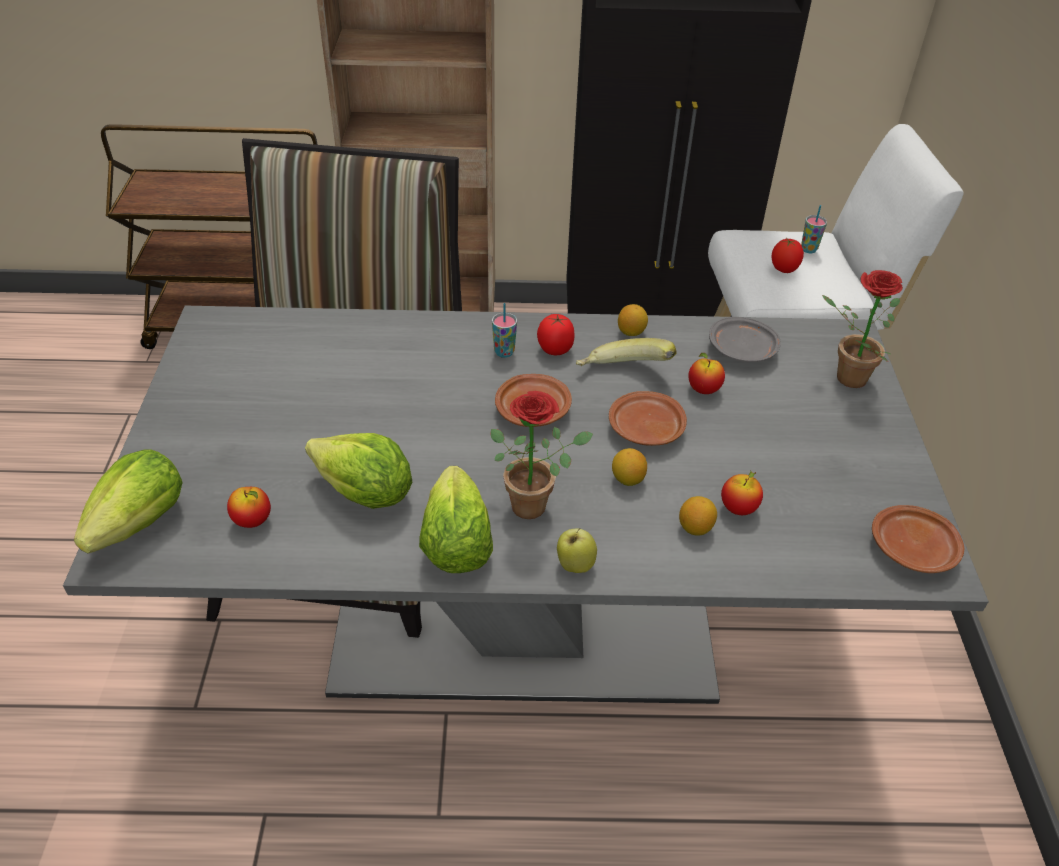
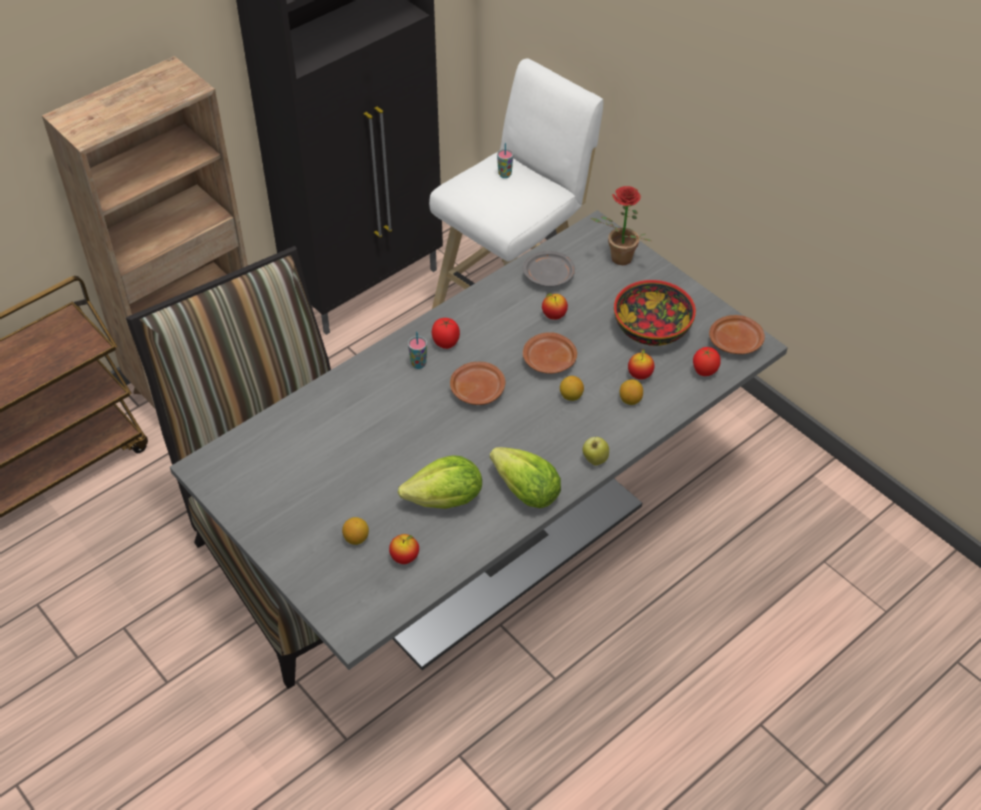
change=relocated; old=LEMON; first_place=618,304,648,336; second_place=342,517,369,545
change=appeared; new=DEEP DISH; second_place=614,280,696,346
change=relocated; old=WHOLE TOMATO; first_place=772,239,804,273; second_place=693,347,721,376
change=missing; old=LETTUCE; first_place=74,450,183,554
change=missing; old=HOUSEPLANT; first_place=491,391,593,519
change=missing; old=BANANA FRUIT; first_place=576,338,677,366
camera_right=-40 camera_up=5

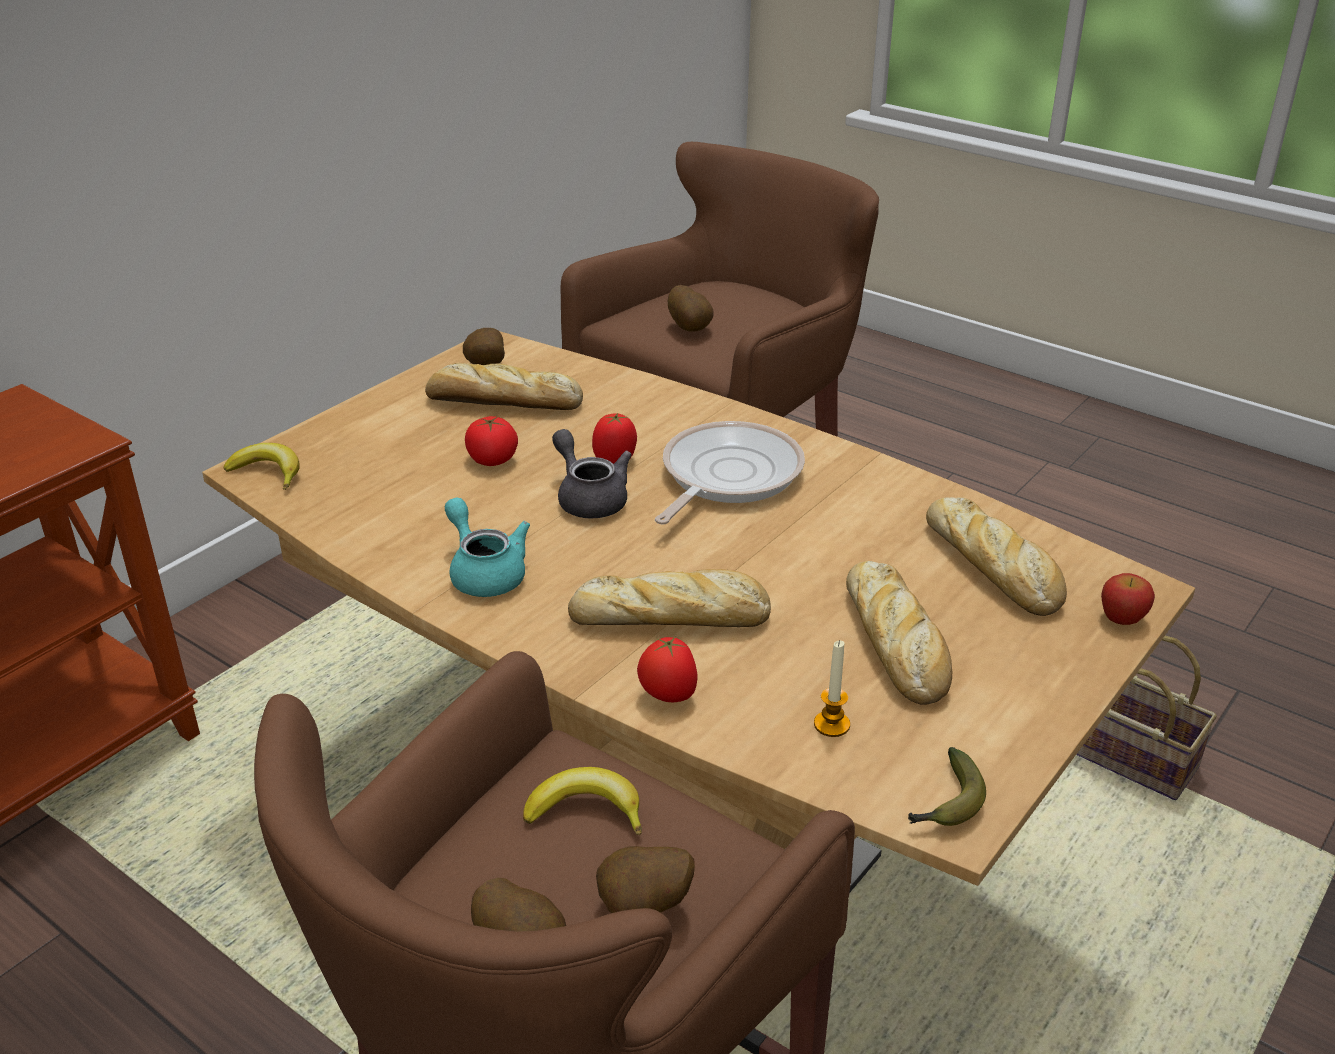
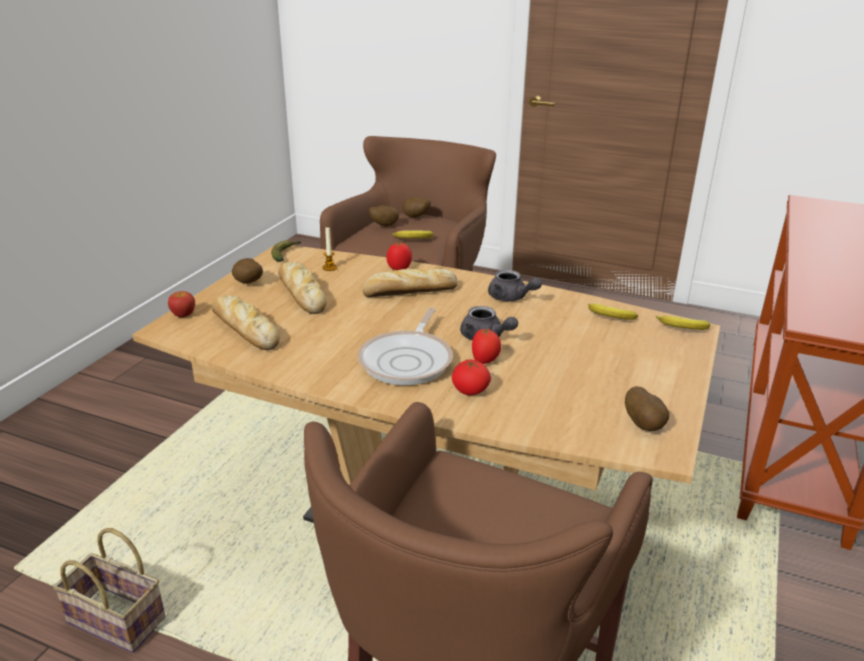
change=relocated; old=SPUD; first_place=668,285,713,331; second_place=232,258,263,284
change=relocated; old=WHOLE TOMATO; first_place=465,416,518,466; second_place=452,360,491,395
change=colour; old=TURQUOISE-COLOURED TEA POT; new=GRAY TEA POT; first_place=445,498,530,597; second_place=488,270,542,301
change=appeared; new=BANANA FRUIT; second_place=588,303,638,320
change=missing; old=BAKERY BREAD; first_place=425,363,583,410
camera_right=165 camera_up=-5

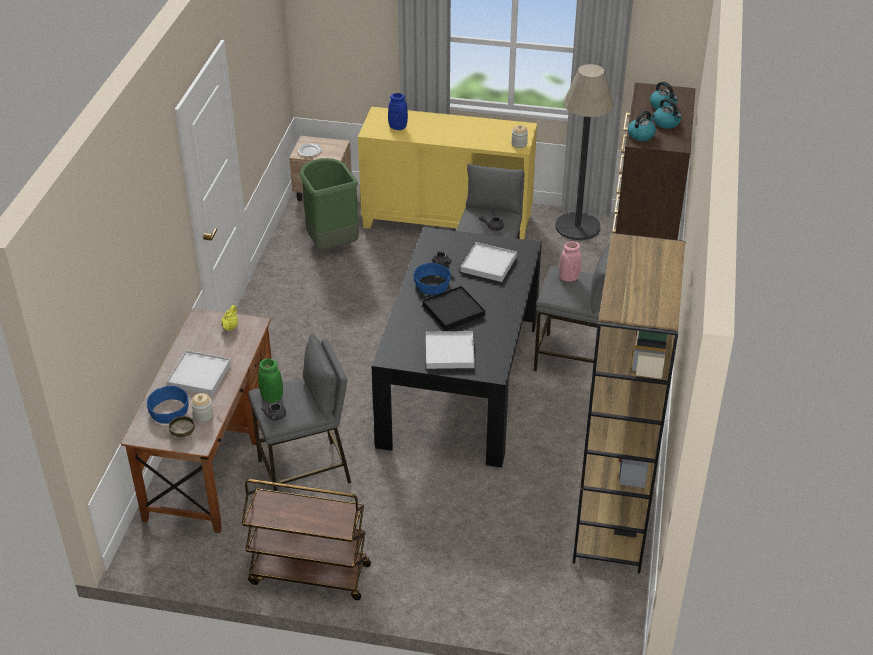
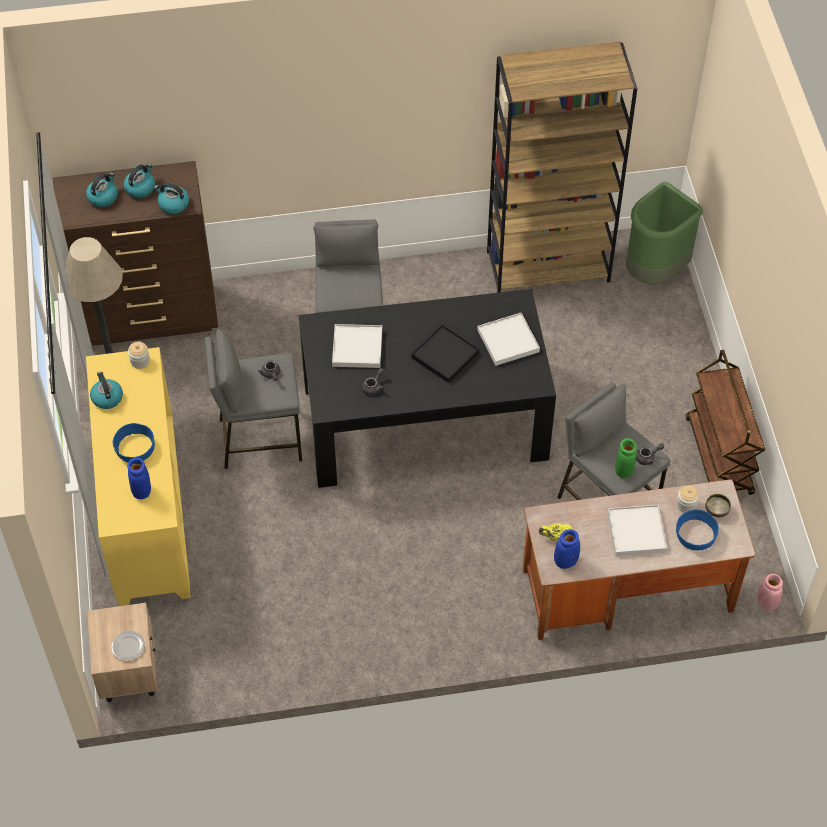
change=appeared; new=WATER KETTLE; second_place=90,371,123,409
change=relocated; old=BLUE DEEP DISH; first_place=414,263,451,295; second_place=113,423,155,462
change=appeared; new=BLUE FLOWER VASE; second_place=554,529,580,569
change=relocated; old=GREENISH WASTE BIN; first_place=300,158,359,250; second_place=626,182,703,285
change=relocated; old=PINK-COLOURED FLOWER VASE; first_place=559,241,581,282; second_place=757,573,783,611
camera_right=-110 camera_up=15

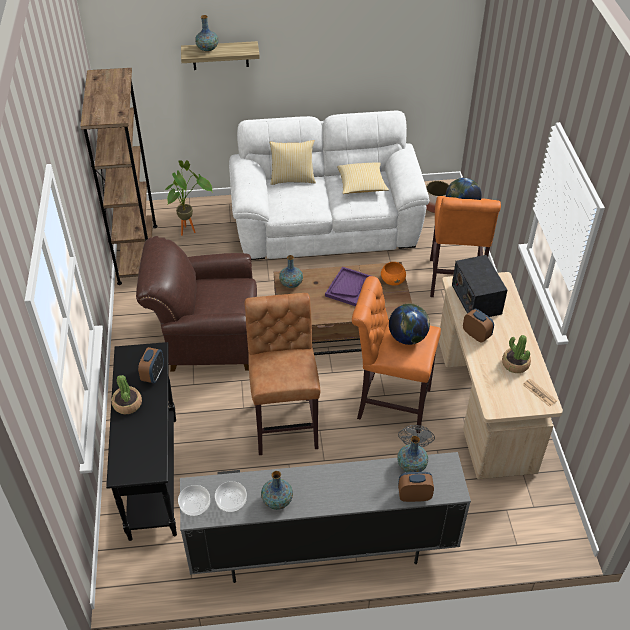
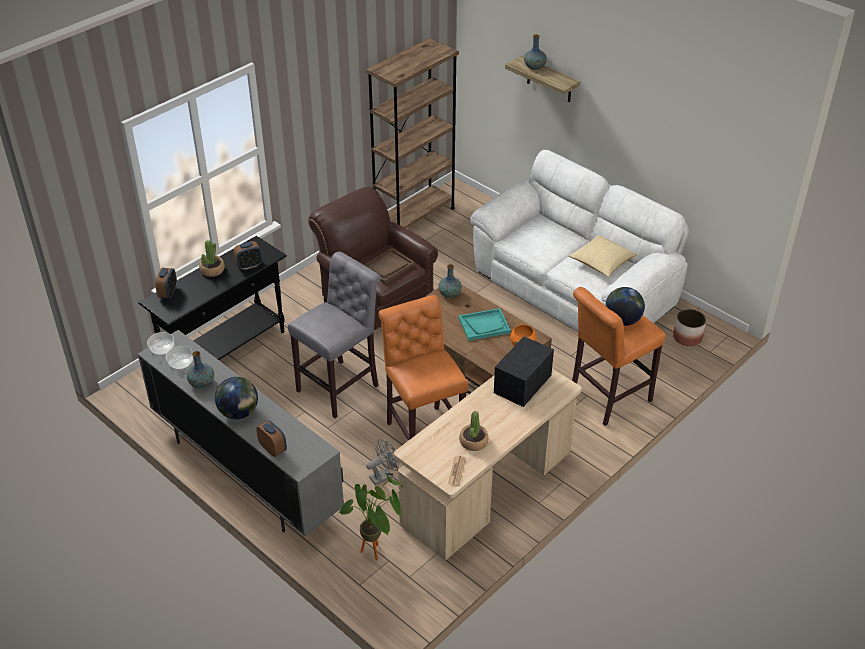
change=relocated; old=TABLE CLOCK; first_place=463,309,494,343; second_place=155,268,177,299
change=relocated; old=GLOBE; first_place=389,303,430,345; second_place=215,377,258,419
change=colour; old=BROWNISH STOOL; new=GRAY STOOL; first_place=244,293,320,455; second_place=288,252,381,418
change=relocated; old=HOUSEPLANT; first_place=165,160,213,236; second_place=338,473,403,560
change=appeared; new=BROWNISH CARRYING TRAY; second_place=365,248,415,284
change=colour; old=PURPLE-COLOURED CARRYING TRAY; new=TURQUOISE-COLOURED CARRYING TRAY; first_place=325,267,371,306; second_place=459,308,511,341
change=missing; old=CUSHION; first_place=269,140,316,185
change=missing; old=FLOWER VASE; first_place=397,436,428,472
camera_right=50 camera_up=-5

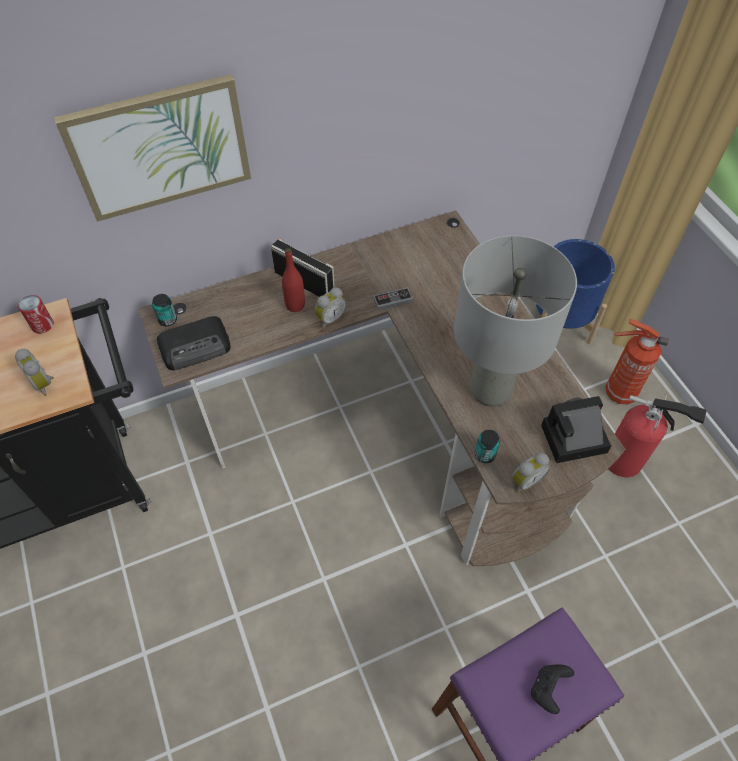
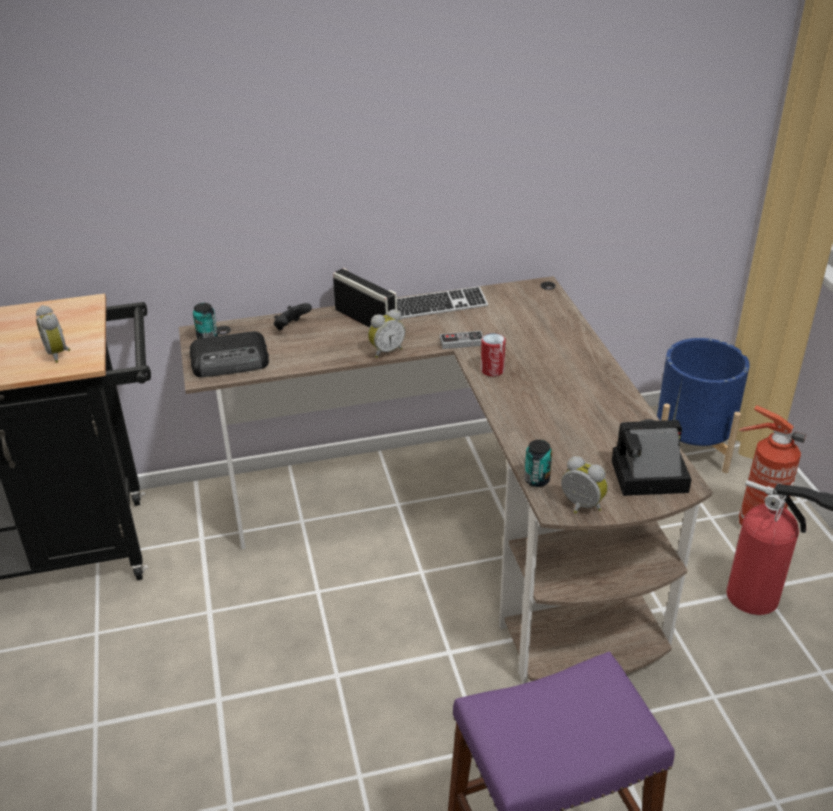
change=relocated; old=BLACK JOYPAD; first_place=531,665,574,714; second_place=274,303,312,330
change=appeared; new=KEYBOARD; second_place=397,286,488,319
change=relocated; old=METAL CAN; first_place=18,295,54,333; second_place=481,333,506,377
change=spun; old=TABLE CLOCK; first_place=512,453,550,493; second_place=561,456,608,514; degrees=-120
change=missing; old=WALL ART; first_place=54,74,251,222
change=missing; old=RED BEVERAGE BOTTLE; first_place=282,248,305,312
change=missing; old=GRAY TABLE LAMP; first_place=454,235,577,407
camera_right=10 camera_up=-20

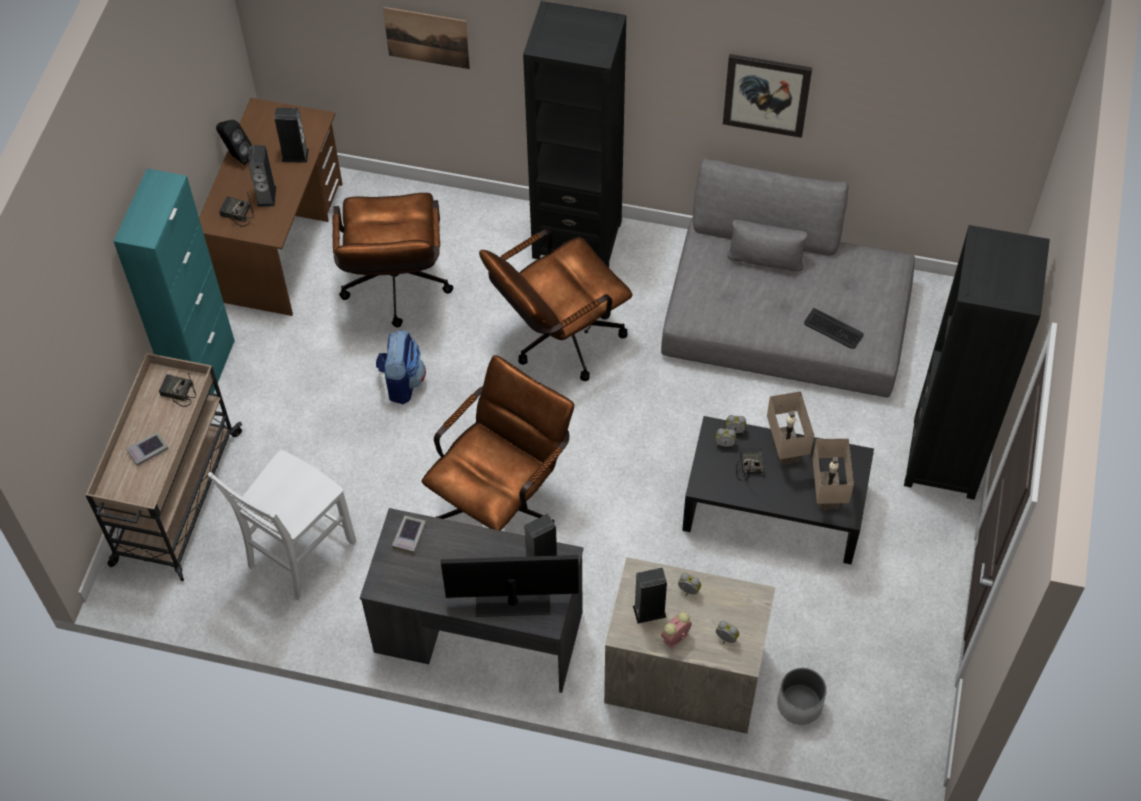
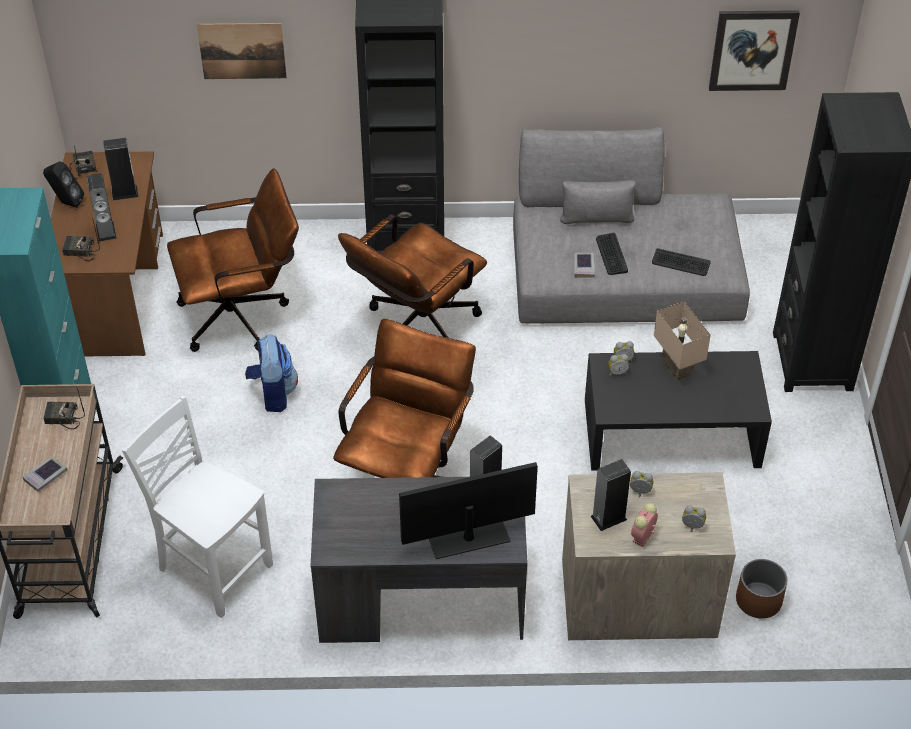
change=relocated; old=RADIO SET; first_place=736,447,764,481; second_place=70,145,97,179
change=spun; old=WHITE-COLOURED PLAIN CHAIR; first_place=207,450,356,600; second_place=122,395,273,618; degrees=105
change=spun; old=BROWNISH OFFICE CHAIR; first_place=332,193,453,328; second_place=167,168,299,352; degrees=-90
change=relocated; old=VOLUME; first_place=392,515,426,553; second_place=574,253,595,278
change=appeared; new=KEYBOARD; second_place=596,233,628,275
change=relocated; old=WALL ART; first_place=723,54,812,138; second_place=709,10,800,91
change=colour; old=WHITE-COLOURED PLANTER; new=BROWNISH PLANTER; first_place=777,668,827,725; second_place=736,559,788,619
change=missing; old=BEIGE-COLOURED TABLE LAMP; first_place=812,439,854,510
camera_right=-15 camera_up=-10

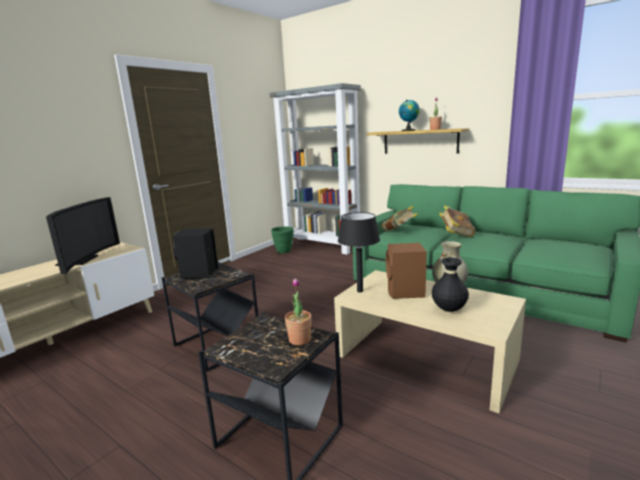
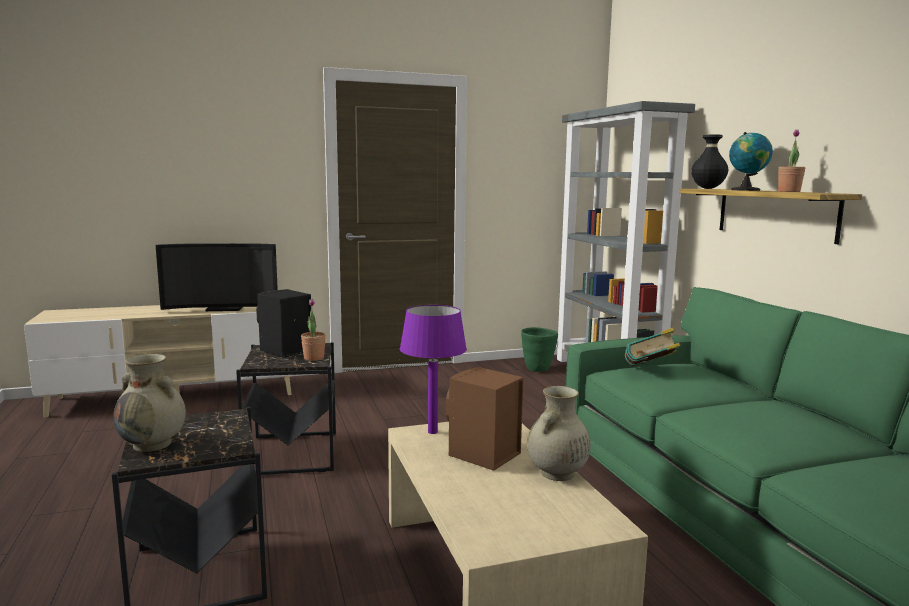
change=appeared; new=BEIGE-COLOURED FLOWER VASE; second_place=113,354,186,452
change=spun; old=TV SET; first_place=46,197,120,274; second_place=156,243,278,311; degrees=45
change=relocated; old=HOUSEPLANT; first_place=285,278,312,345; second_place=301,299,326,361
change=colour; old=BLACK TABLE LAMP; new=PURPLE-COLOURED TABLE LAMP; first_place=338,212,380,292; second_place=400,305,467,434
change=relocated; old=BLACK FLOWER VASE; first_place=432,257,469,312; second_place=691,135,729,189
change=missing; old=VOLUME; first_place=439,206,475,237
camera_right=35 camera_up=-5

